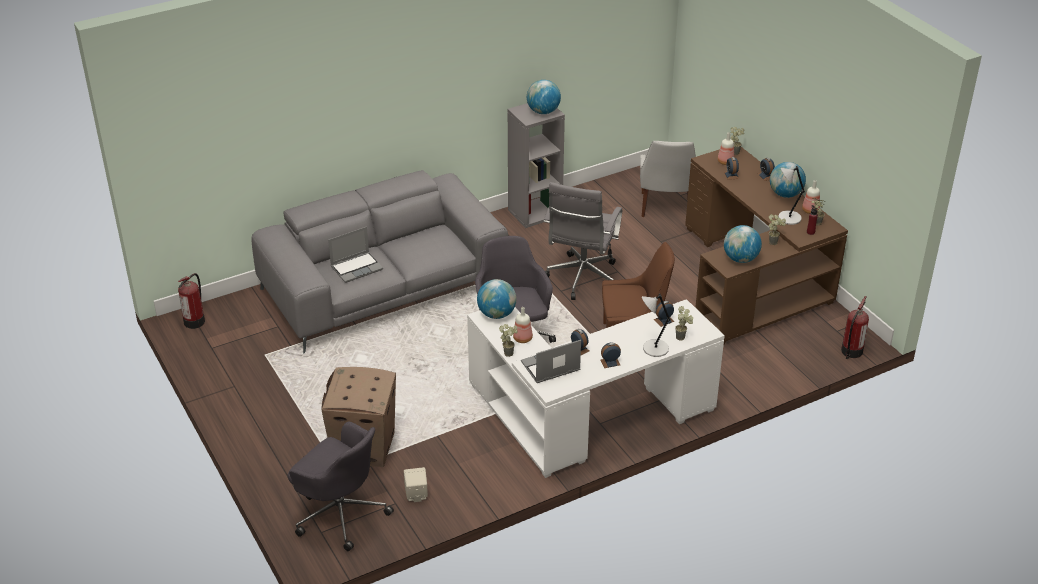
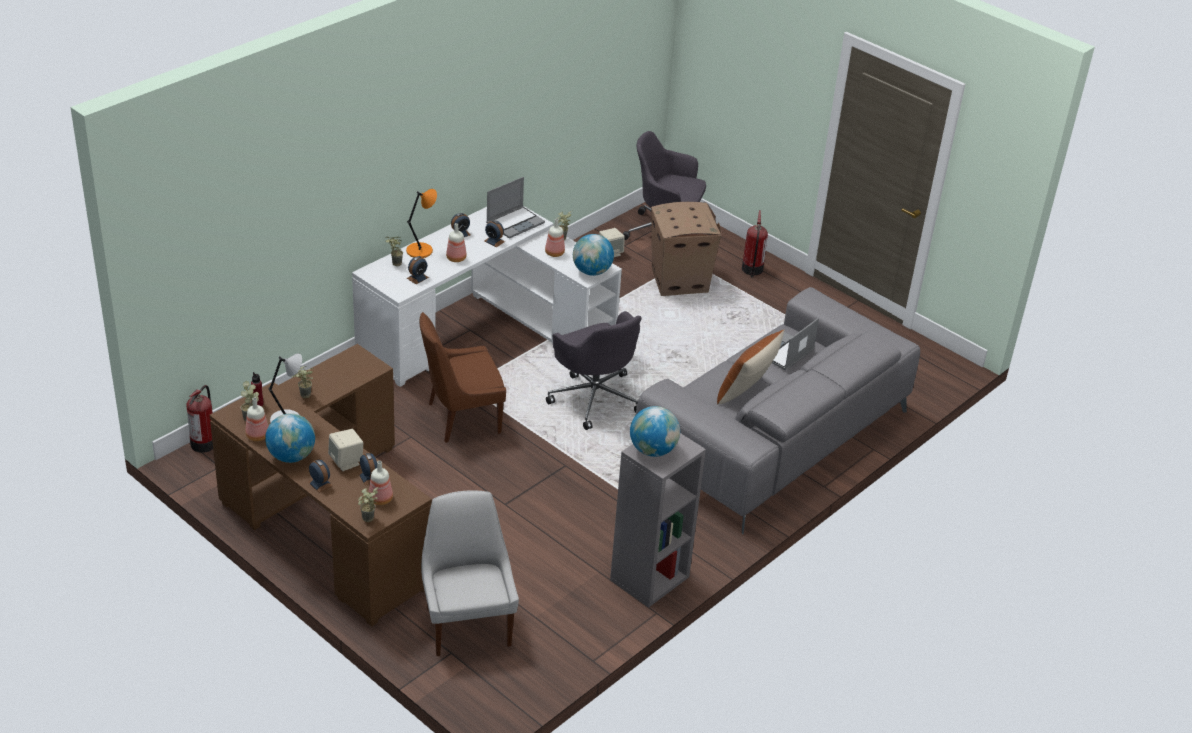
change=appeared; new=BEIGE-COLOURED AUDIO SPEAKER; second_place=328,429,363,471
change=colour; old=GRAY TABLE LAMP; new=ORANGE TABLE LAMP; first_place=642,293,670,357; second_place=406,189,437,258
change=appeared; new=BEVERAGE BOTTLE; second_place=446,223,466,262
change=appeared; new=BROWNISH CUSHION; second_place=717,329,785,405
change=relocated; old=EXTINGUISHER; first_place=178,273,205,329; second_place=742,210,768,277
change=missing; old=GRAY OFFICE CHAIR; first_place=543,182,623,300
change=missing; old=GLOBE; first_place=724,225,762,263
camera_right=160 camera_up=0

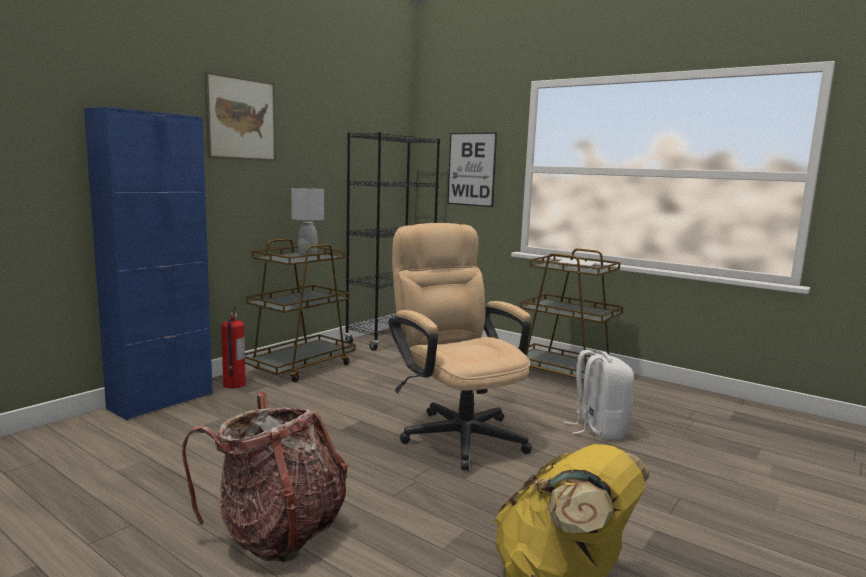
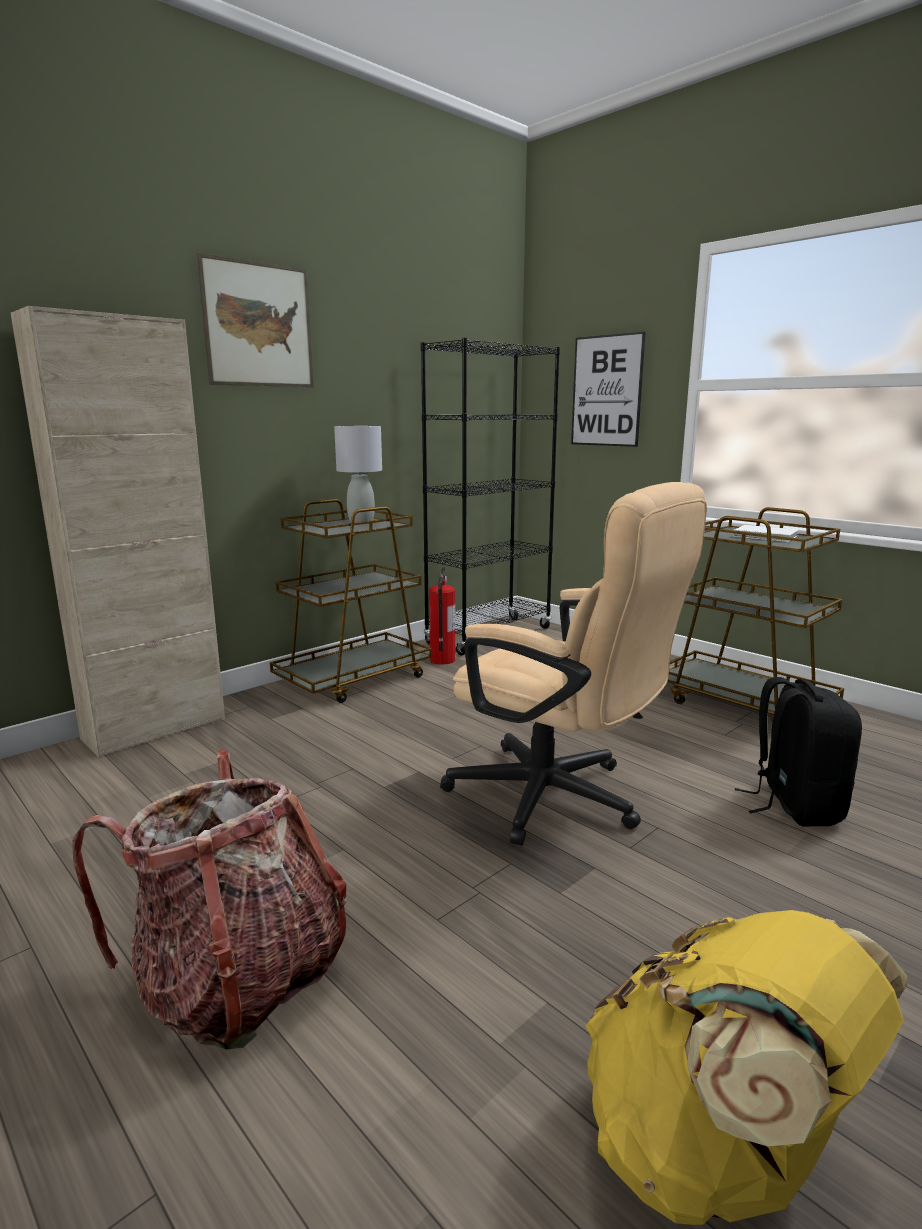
change=colour; old=BLUE CUPBOARD; new=BEIGE-COLOURED CUPBOARD; first_place=84,107,213,420; second_place=11,306,225,758
change=relocated; old=EXTINGUISHER; first_place=221,305,246,388; second_place=429,567,455,665
change=spun; old=BEIGE-COLOURED OFFICE CHAIR; first_place=388,223,532,470; second_place=440,482,707,846; degrees=150
change=colour; old=WHITE-COLOURED RUCKSACK; new=BLACK RUCKSACK; first_place=563,350,634,440; second_place=735,677,862,826
camera_right=10 camera_up=5

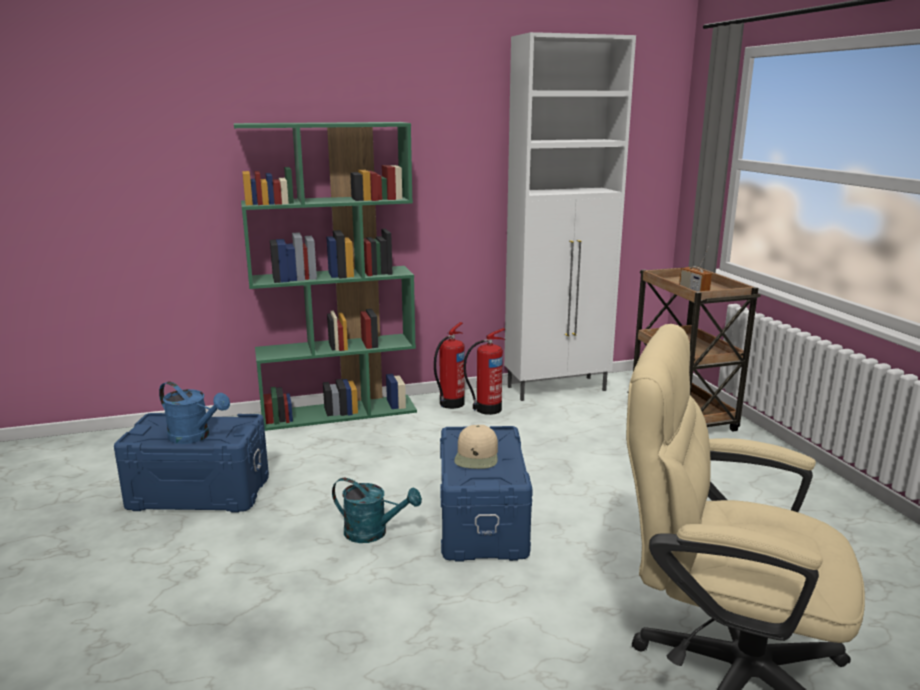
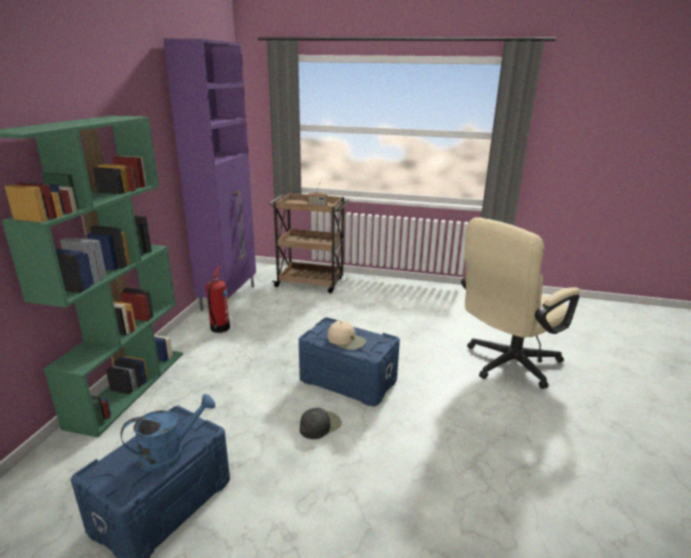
change=colour; old=WHITE-COLOURED CUPBOARD; new=PURPLE-COLOURED CUPBOARD; first_place=504,32,636,401; second_place=164,39,256,311
change=exchanged; old=TURQUOISE-COLOURED SPRINKLING CAN; new=BLACK PEAKED CAP; first_place=332,478,422,543; second_place=300,408,342,439
change=missing; old=EXTINGUISHER; first_place=434,322,465,409
camera_right=-60 camera_up=5

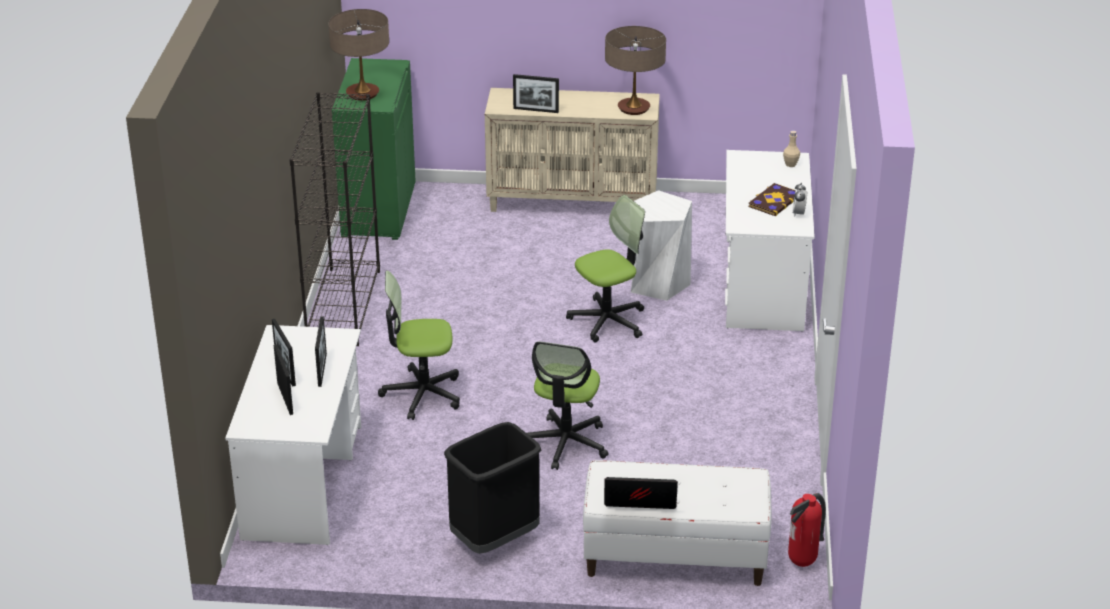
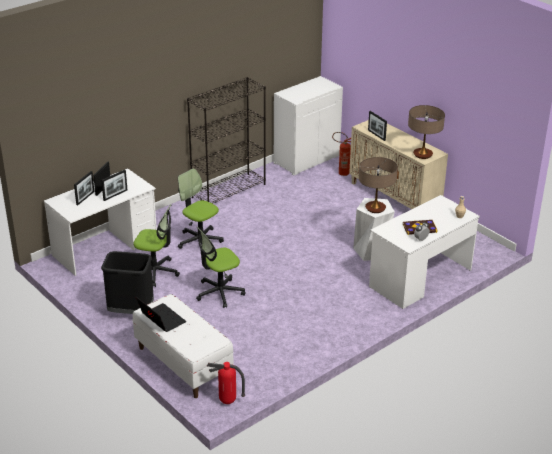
change=relocated; old=OFFICE CHAIR; first_place=566,195,645,343; second_place=134,204,180,287
change=colour; old=GREENISH CUPBOARD; new=WHITE-COLOURED CUPBOARD; first_place=332,58,416,240; second_place=274,76,343,175
change=appeared; new=EXTINGUISHER; second_place=332,132,351,176
change=relocated; old=TABLE LAMP; first_place=328,9,389,101; second_place=359,157,398,213
camera_right=45 camera_up=0

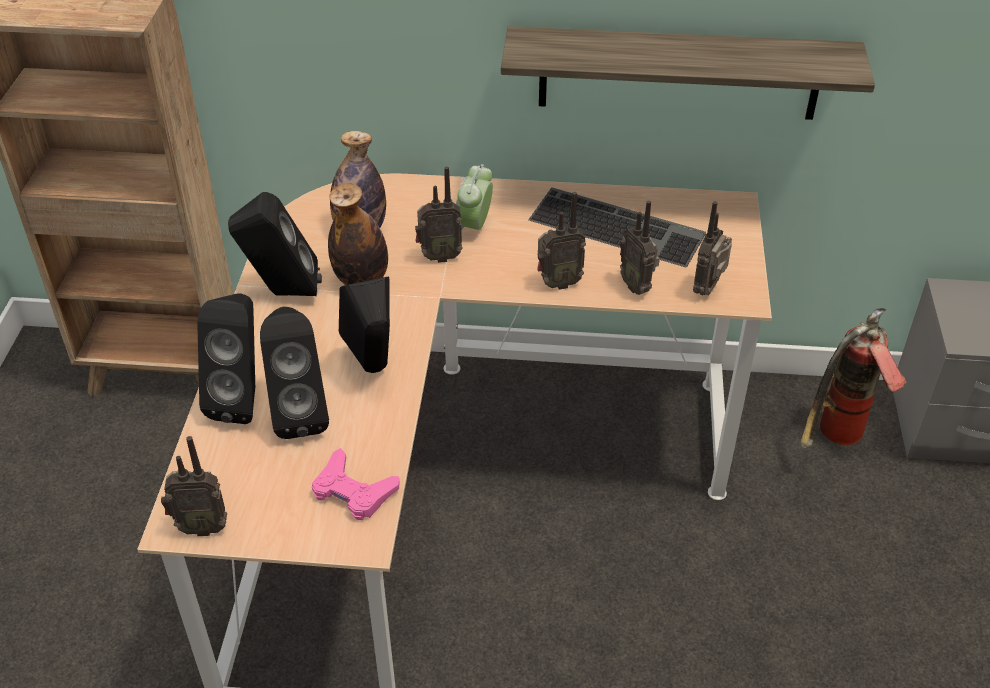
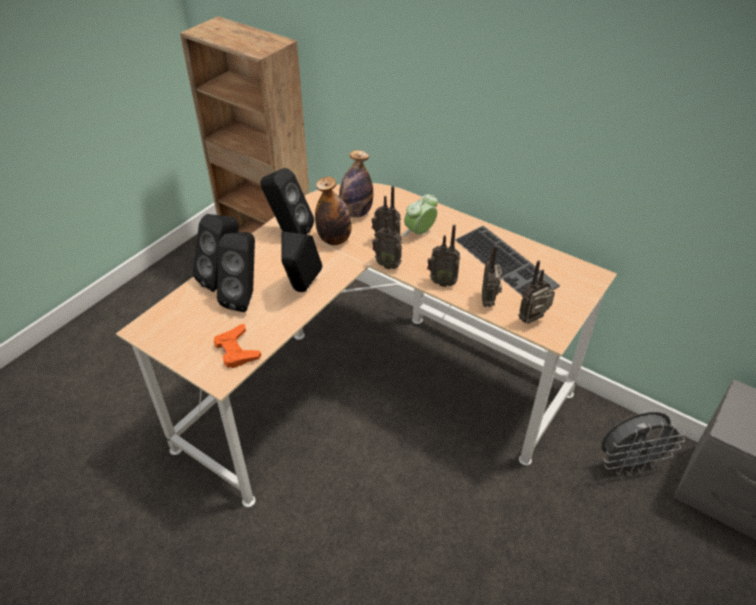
change=colour; old=PINK-COLOURED JOYPAD; new=ORANGE JOYPAD; first_place=312,448,400,520; second_place=214,324,261,368
change=relocated; old=RADIO SET; first_place=161,436,227,536; second_place=372,208,402,270
change=exchanged; old=EXTINGUISHER; new=GRAY ELECTRIC FAN; first_place=801,308,906,449; second_place=601,412,685,475
change=missing; old=WALL SHELF; first_place=501,26,875,120
camera_right=30 camera_up=0

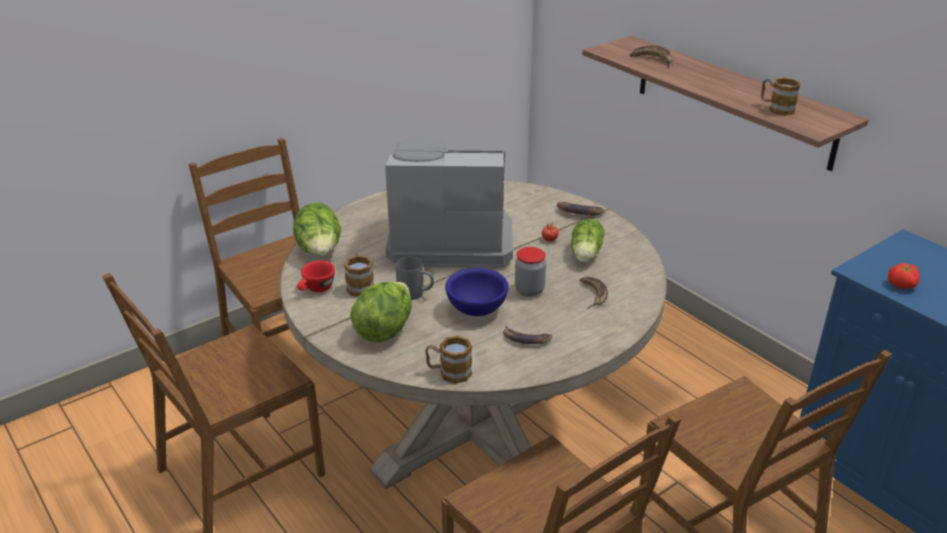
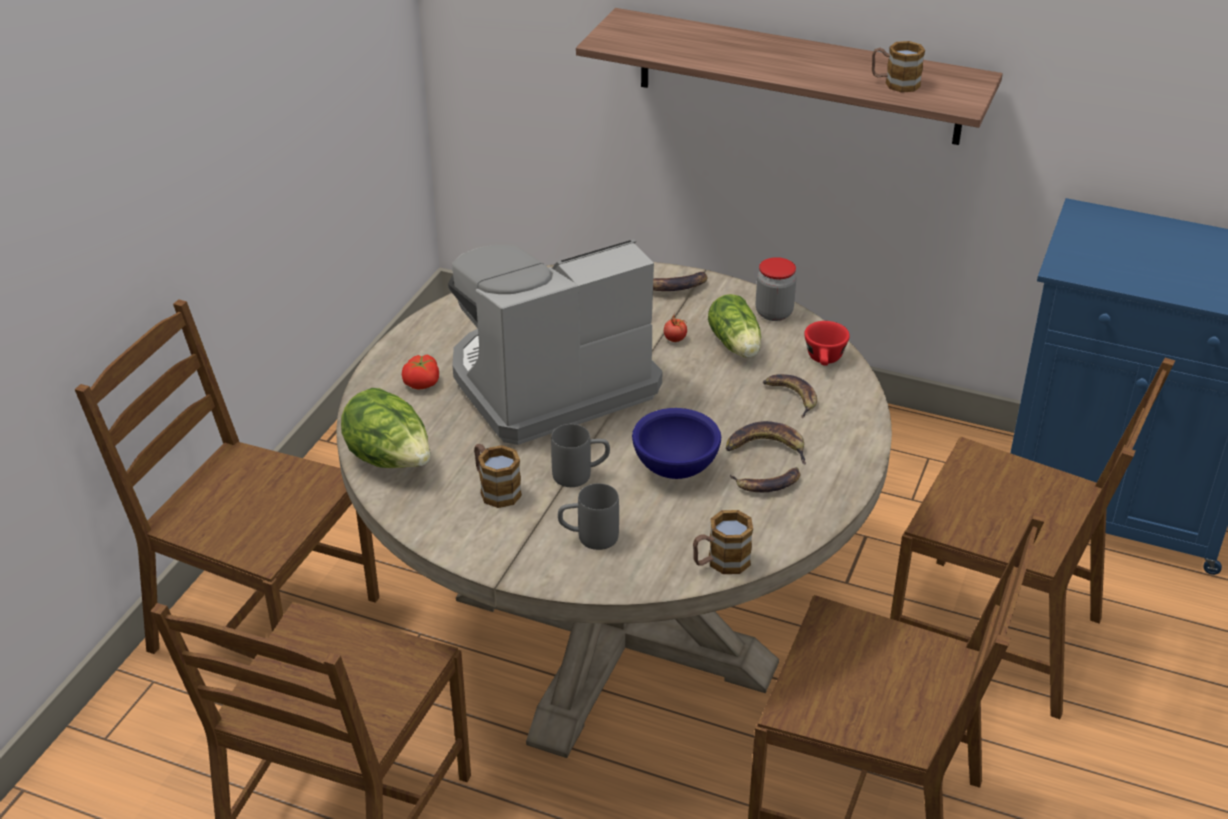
change=relocated; old=WHOLE TOMATO; first_place=888,263,920,289; second_place=402,355,439,390
change=exchanged; old=LETTUCE; new=GRAY MUG; first_place=350,282,412,342; second_place=558,483,619,550
change=relocated; old=BANANA FRUIT; first_place=630,46,674,68; second_place=726,421,806,464
change=relocated; old=JAR; first_place=515,247,546,297; second_place=756,257,796,321
change=relocated; old=RED SMALL CUP; first_place=297,261,335,292; second_place=804,321,850,366
camera_right=-30 camera_up=5

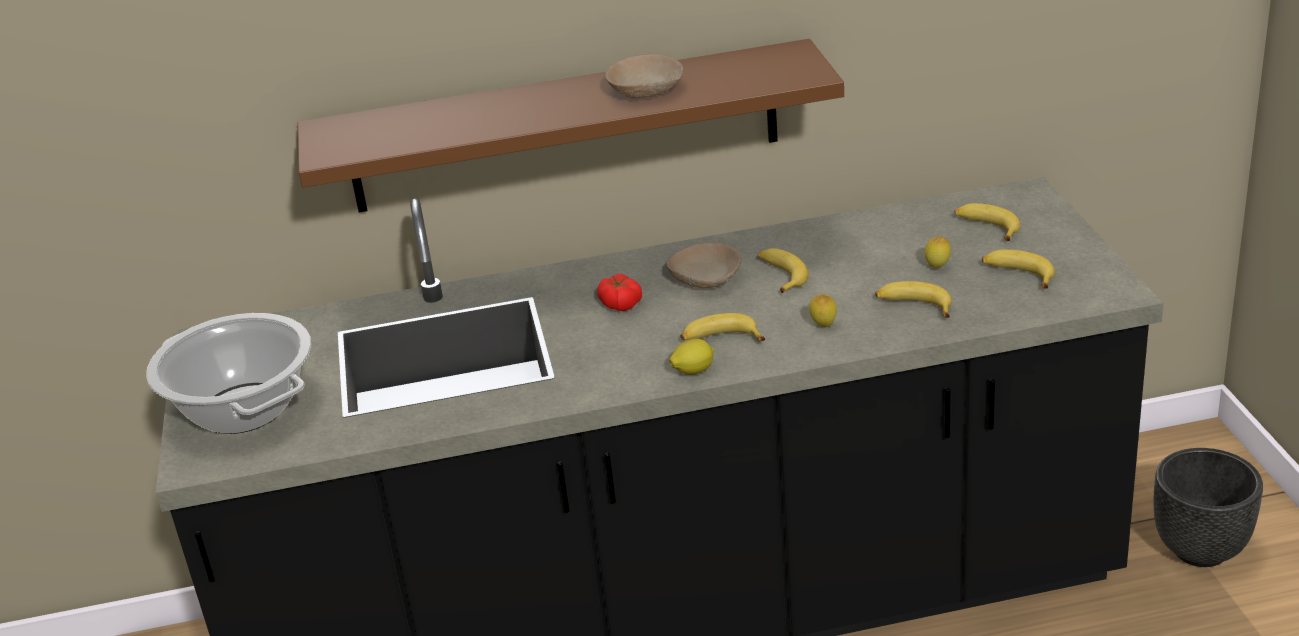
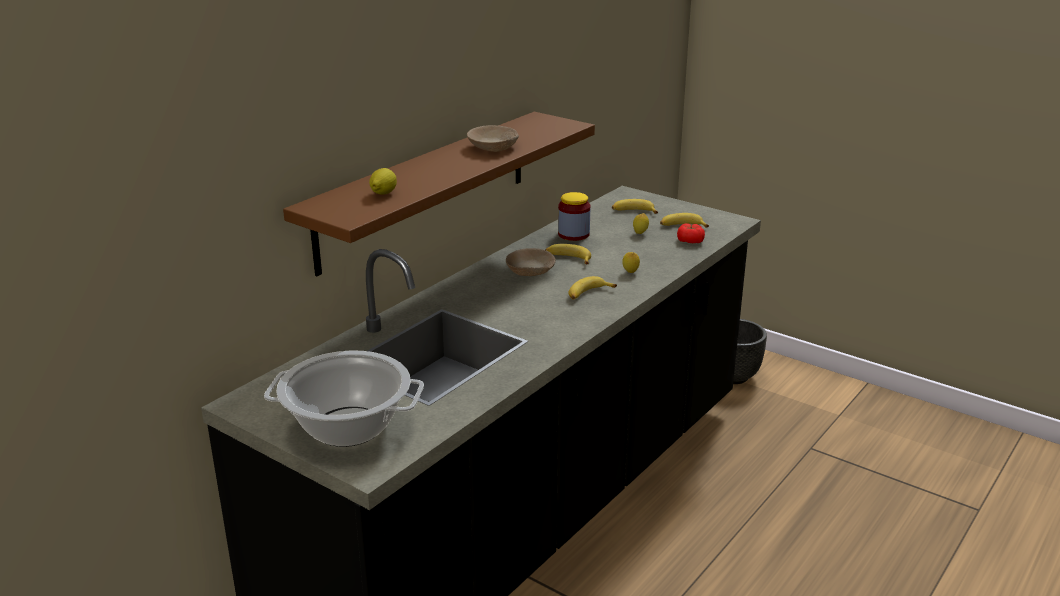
change=relocated; old=LEMON; first_place=669,339,714,375; second_place=369,168,397,195
change=appeared; new=JAR; second_place=558,192,590,241
change=relocated; old=WHOLE TOMATO; first_place=597,274,642,311; second_place=677,223,705,243
change=missing; old=BANANA FRUIT; first_place=875,281,952,318
camera_right=-45 camera_up=-5

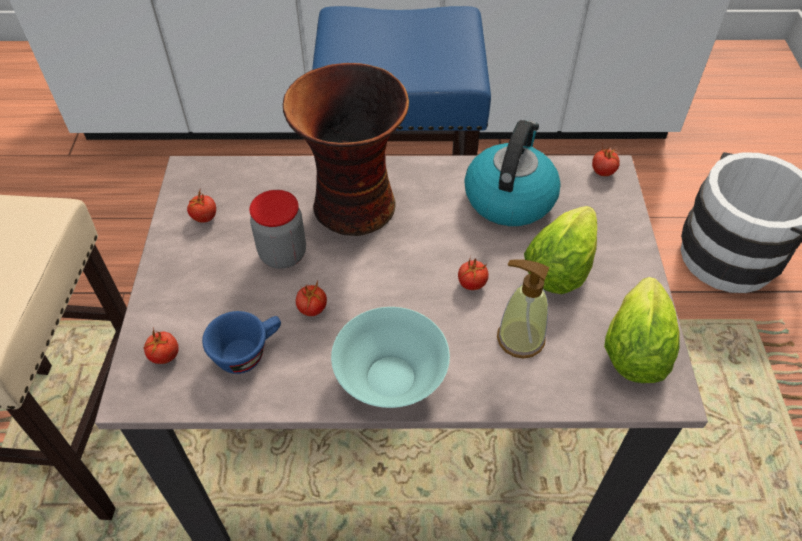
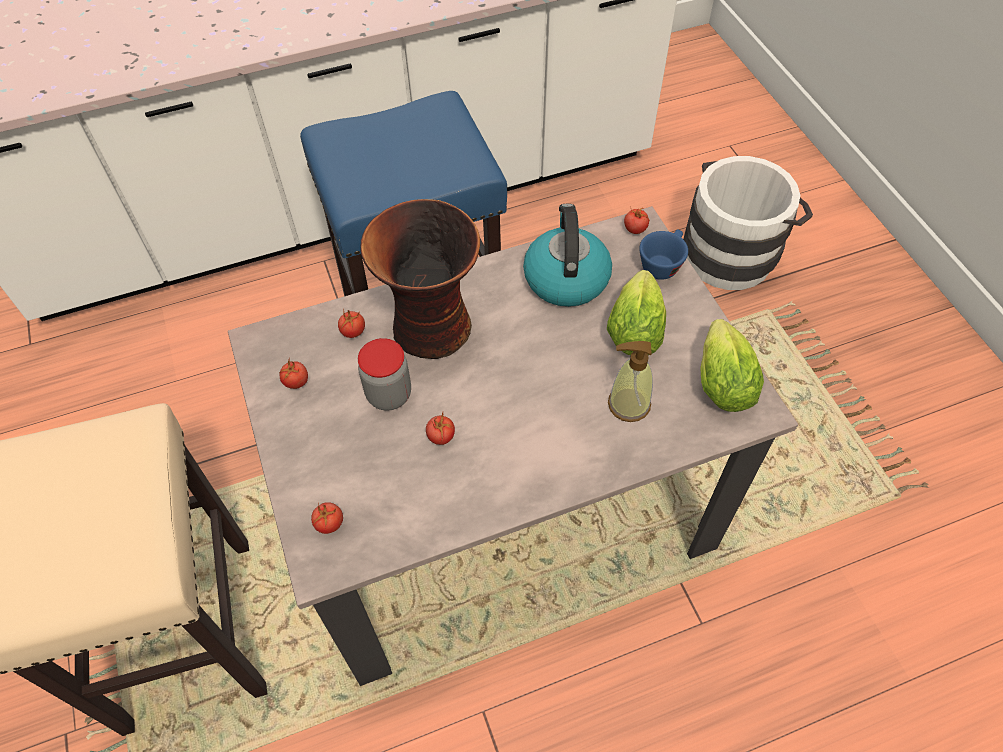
change=relocated; old=WHOLE TOMATO; first_place=458,255,489,290; second_place=338,310,365,338
change=relocated; old=BLUE SMALL CUP; first_place=202,311,281,374; second_place=639,230,688,280
change=missing; old=TURQUOISE-COLOURED DEEP DISH; first_place=331,307,450,408
camera_right=-20 camera_up=5

